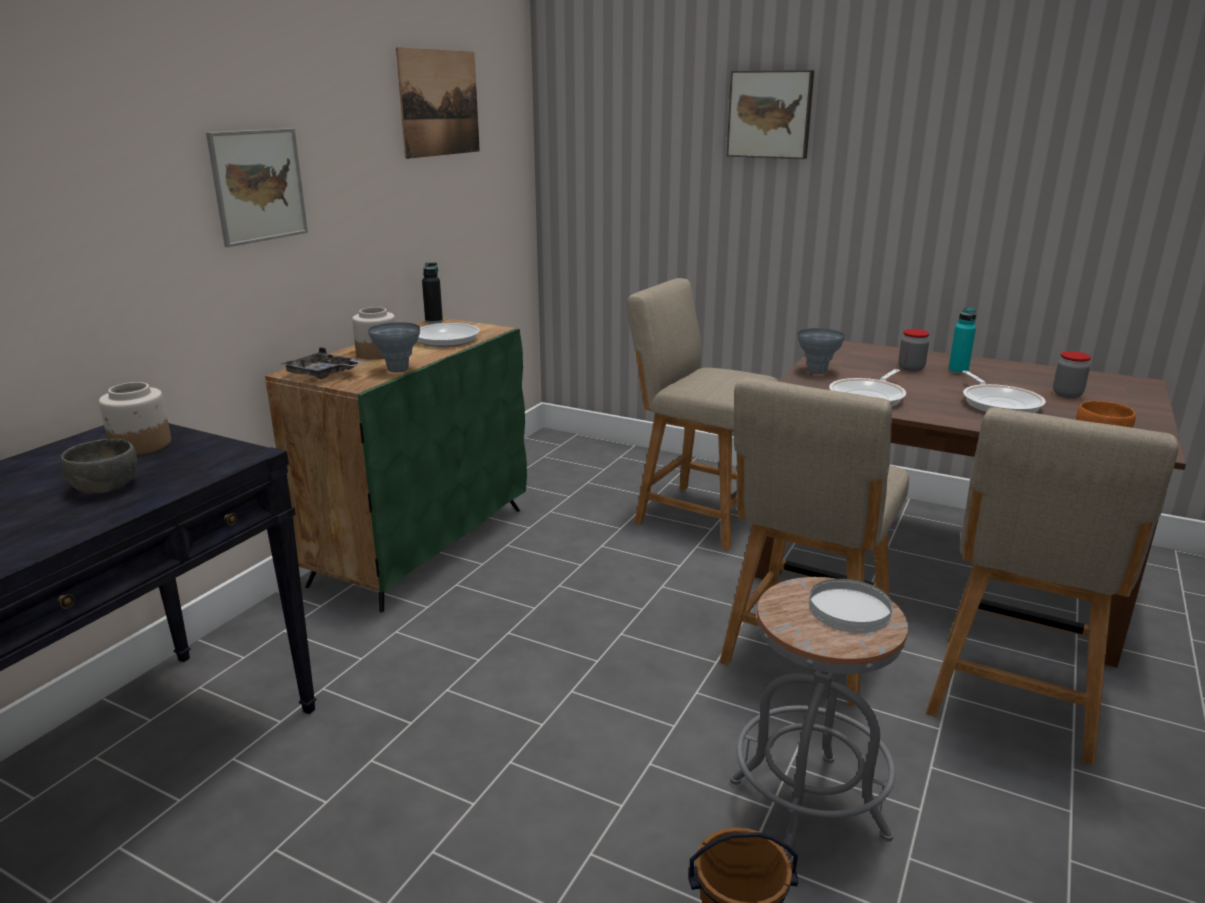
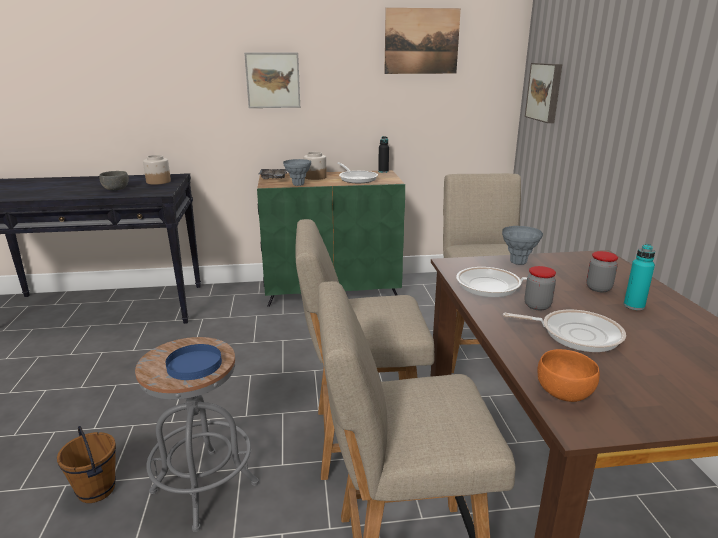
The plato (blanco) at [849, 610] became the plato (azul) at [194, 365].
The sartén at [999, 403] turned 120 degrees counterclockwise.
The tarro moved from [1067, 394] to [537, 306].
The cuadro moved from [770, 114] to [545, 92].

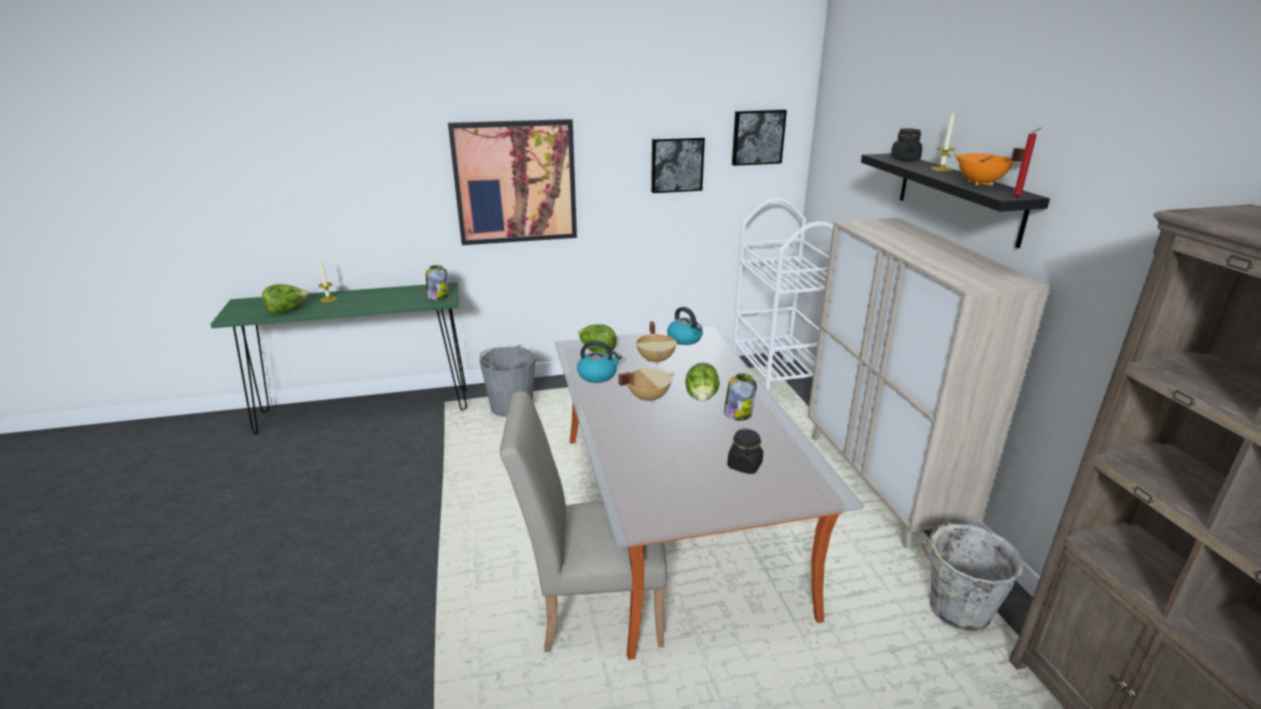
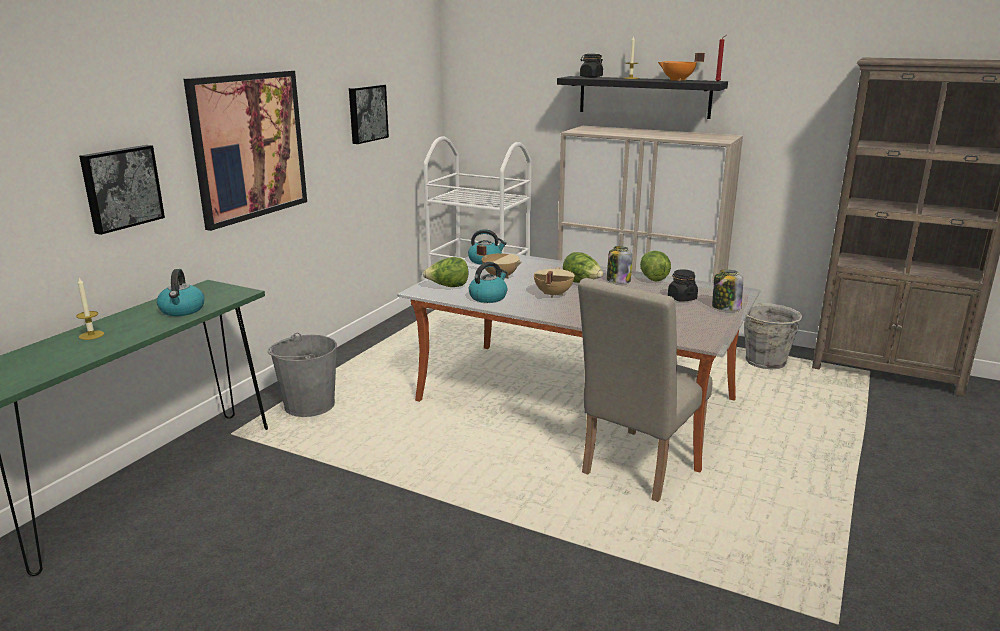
The cuadro moved from [757, 137] to [121, 188].
The hervidor at [182, 310] appeared.
The lechuga moved from [287, 310] to [653, 278].
The tarro moved from [438, 296] to [725, 307].

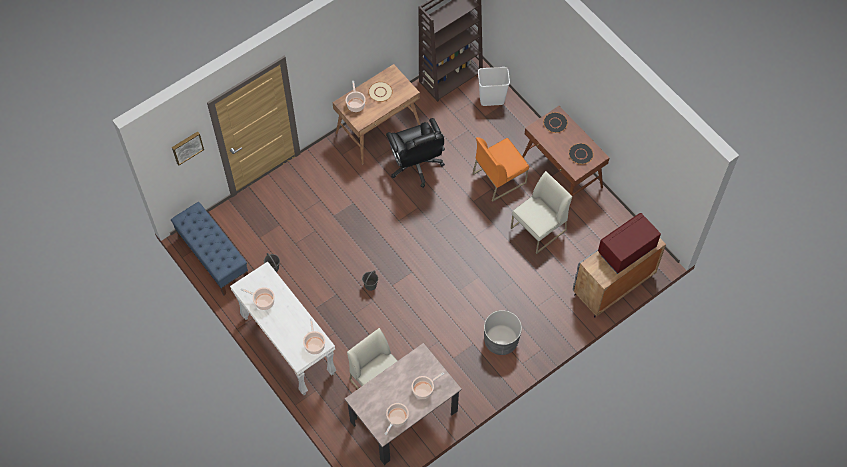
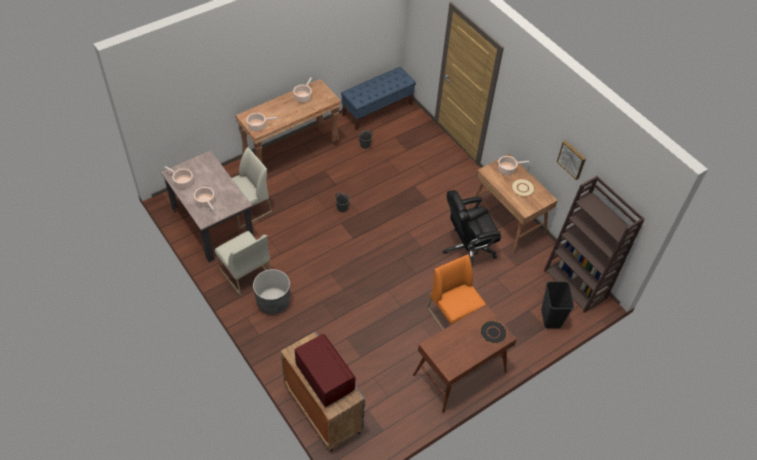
The silla (blanco) moved from [538, 229] to [245, 273].
The mesa consola (blanco) at [287, 346] became the mesa consola (marrón) at [291, 152].
The papelera (blanco) at [492, 99] became the papelera (negro) at [551, 318].
The cuadro moved from [187, 147] to [572, 159].
The plato (negro) at [580, 154] disappeared.

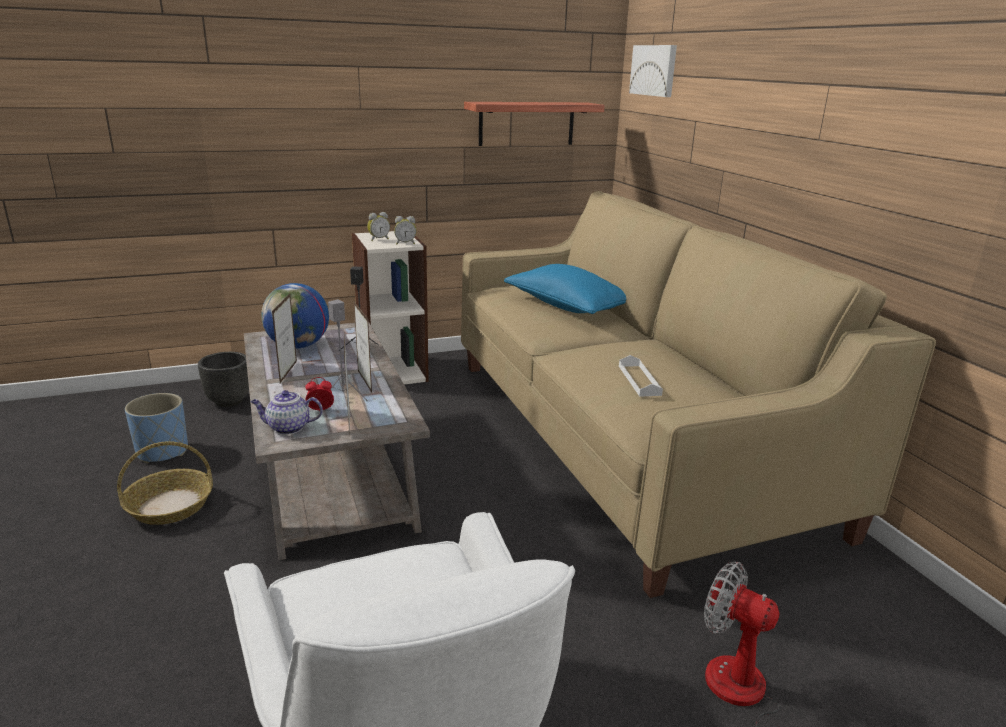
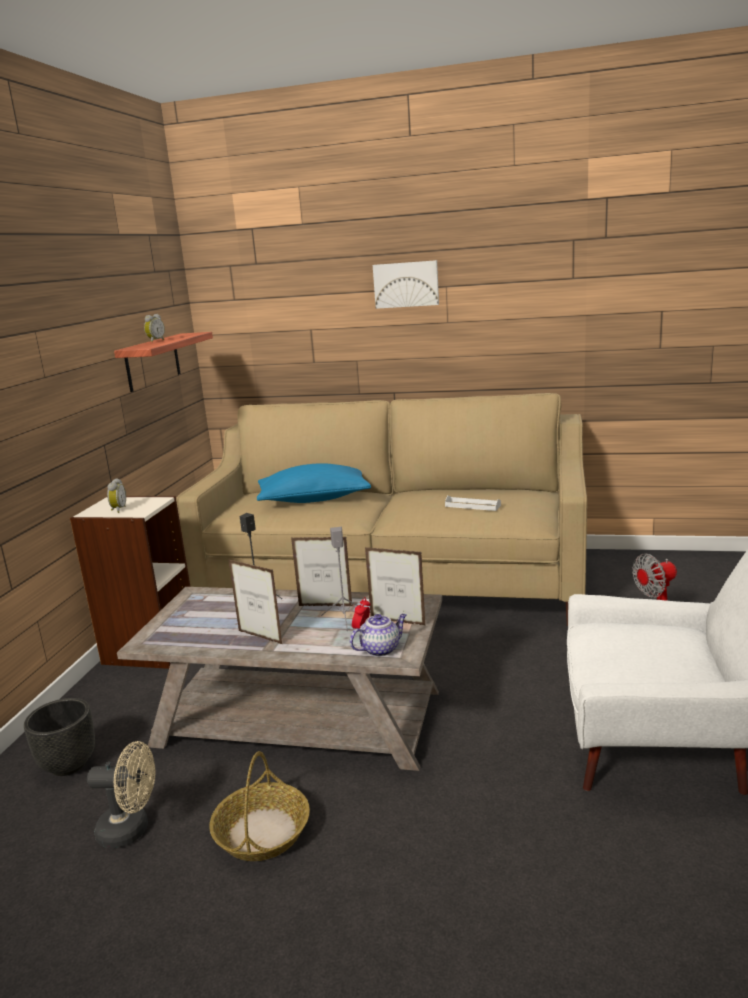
The maceta (azul) at [162, 451] was replaced by the ventilador (beis) at [131, 830].
The despertador moved from [405, 243] to [155, 341].
The tetera at [288, 428] turned 150 degrees counterclockwise.
The cuadro moved from [654, 70] to [406, 284].
The globo terráqueo at [298, 346] disappeared.

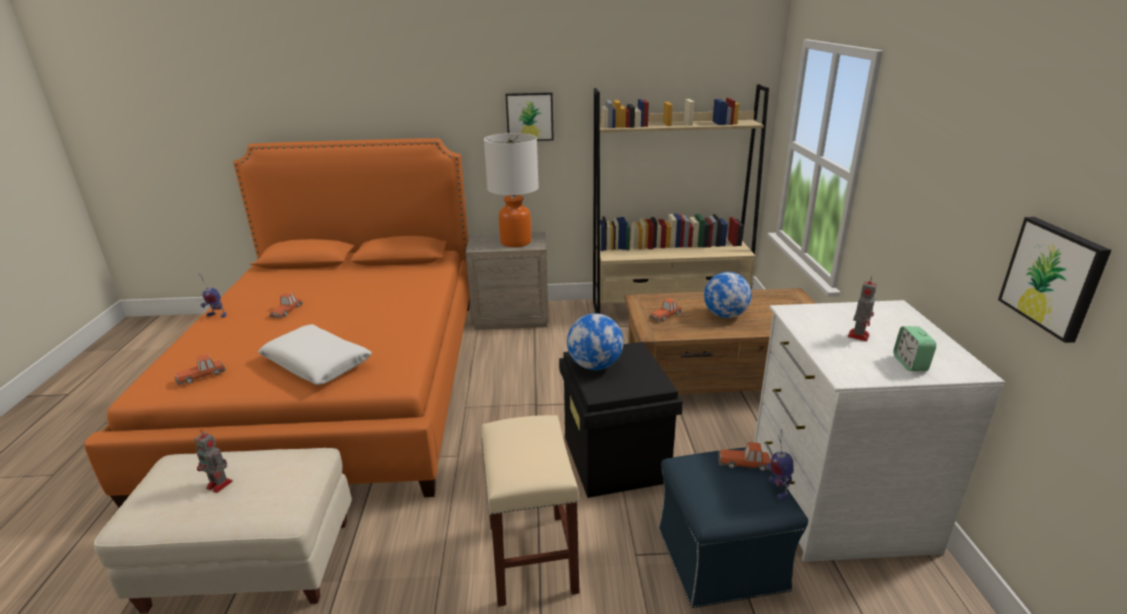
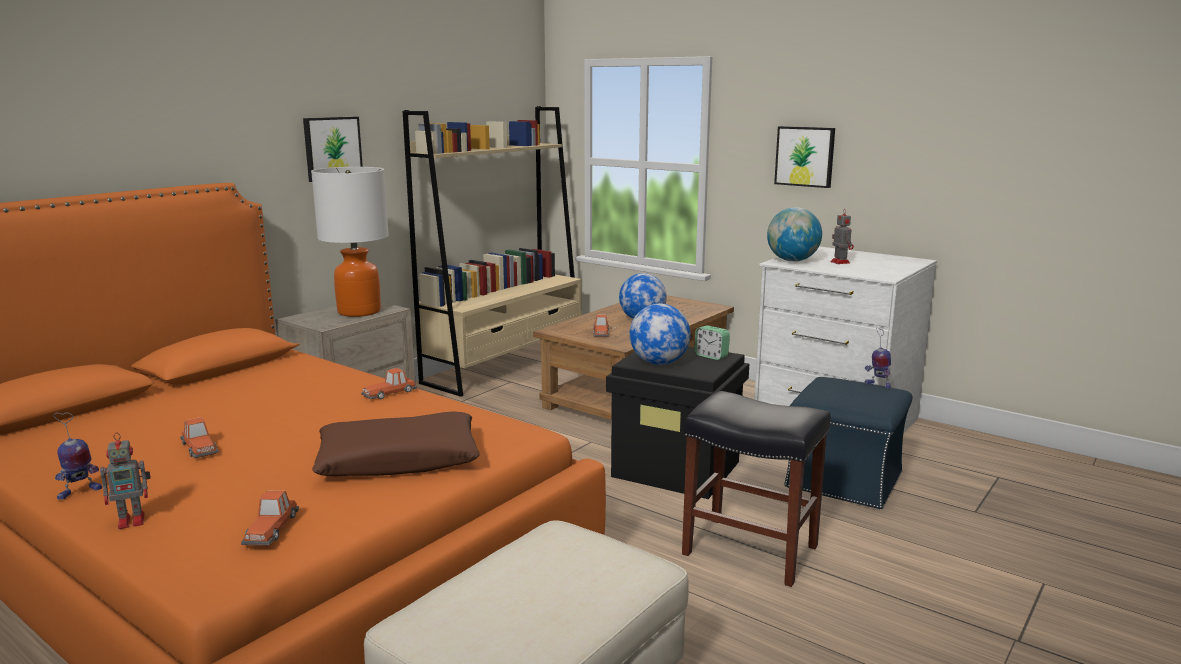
The robot de juguete moved from [220, 485] to [133, 520].
The cojín (blanco) at [317, 363] became the cojín (marrón) at [398, 460].
The coche de juguete moved from [744, 463] to [389, 393].
The taburete (beis) at [533, 558] became the taburete (negro) at [752, 550].
The despertador moved from [910, 363] to [711, 356].
The globo terráqueo at [792, 261] appeared.
The cuadro moved from [1054, 277] to [805, 156].

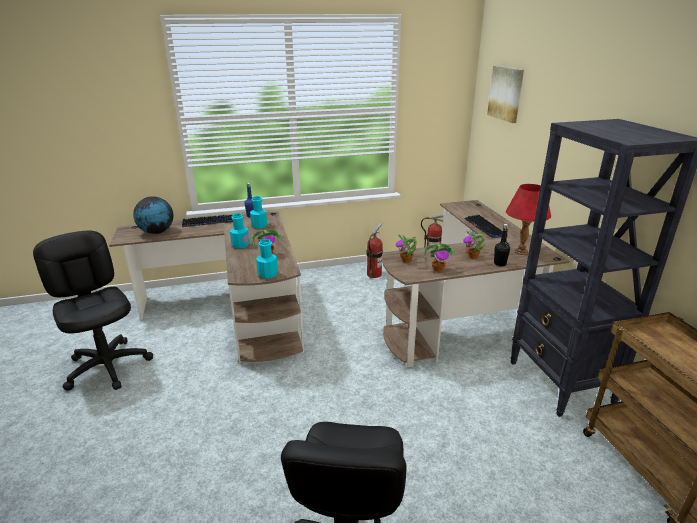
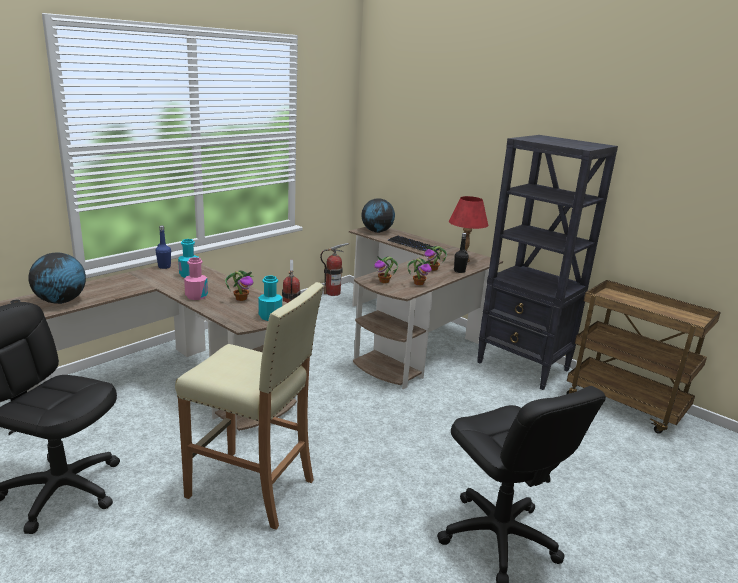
The taburete (beis) at [252, 489] appeared.
The botella (turquesa) at [240, 245] became the botella (rosa) at [196, 296].
The globo terráqueo at [377, 231] appeared.
The teclado at [209, 221] disappeared.
The cuadro at [506, 93] disappeared.

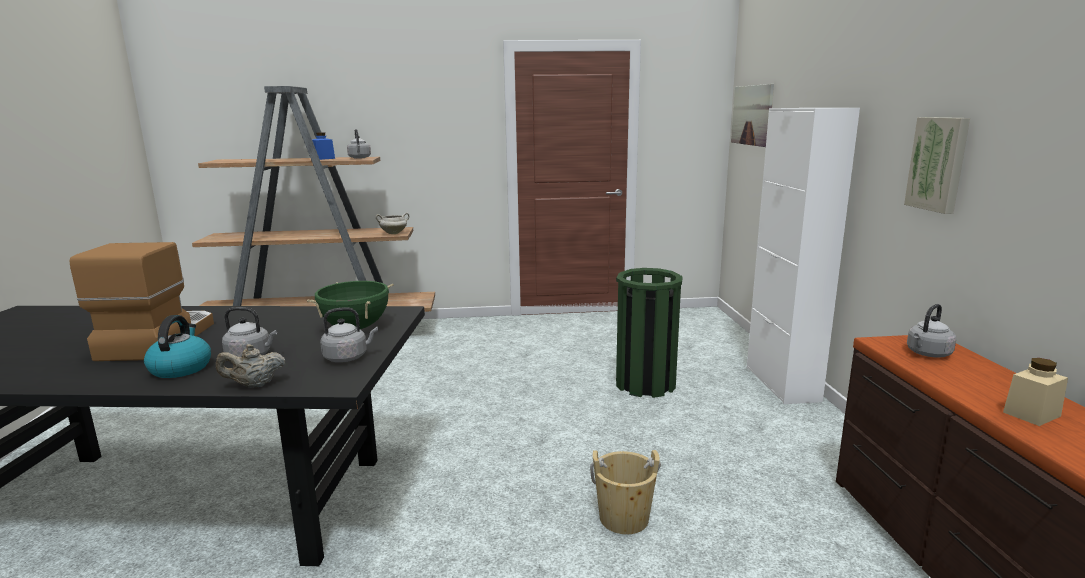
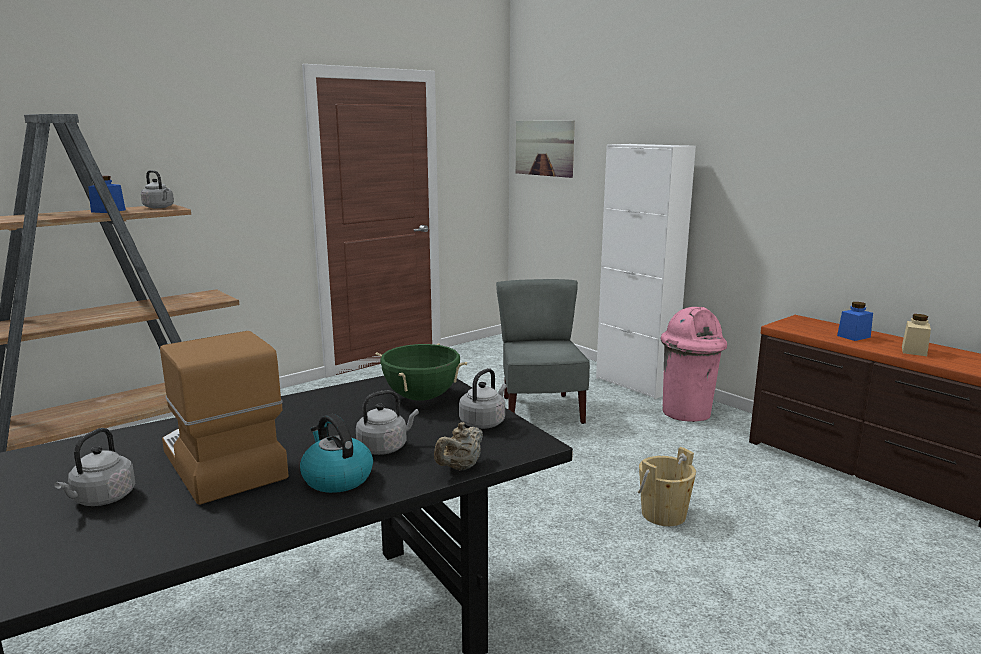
The hervidor (gris) moved from [927, 354] to [102, 499].
The papelera (verde) at [645, 384] was replaced by the silla (gris) at [540, 410].
The papelera (rosa) at [687, 413] appeared.
The tarro (azul) at [853, 336] appeared.
The olla (blanco) at [394, 233] disappeared.
The cuadro at [939, 164] disappeared.

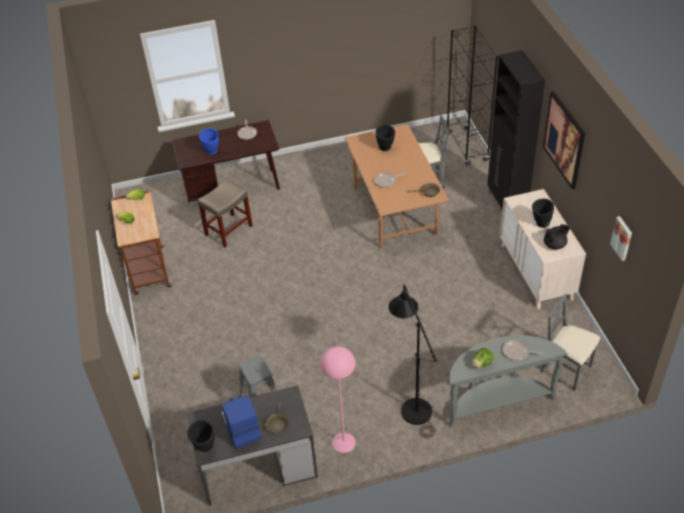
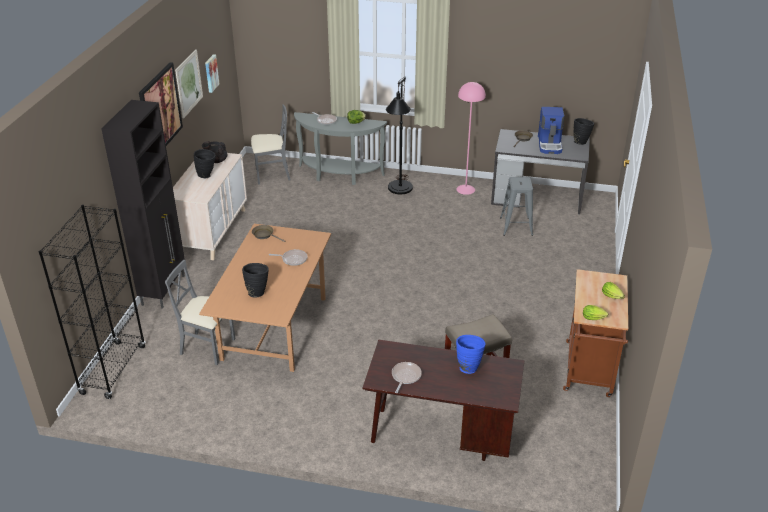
The cuadro at [189, 83] appeared.
The silla (gris) at [566, 369] turned 75 degrees counterclockwise.

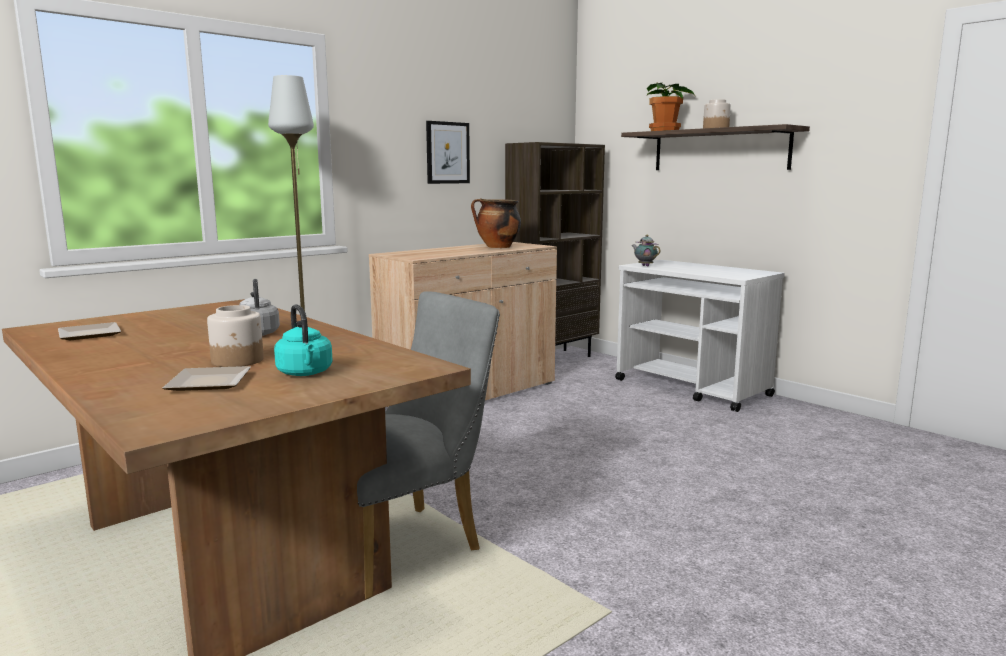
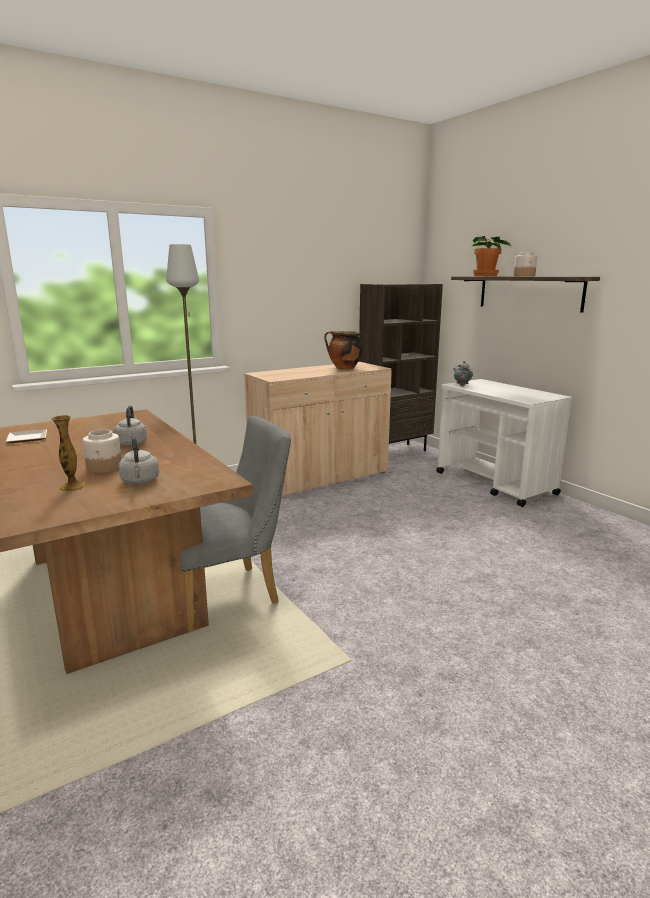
The plato at [206, 383] was replaced by the florero at [73, 486].
The hervidor (turquesa) at [305, 373] became the hervidor (gris) at [140, 481].
The cuadro at [447, 153] disappeared.

